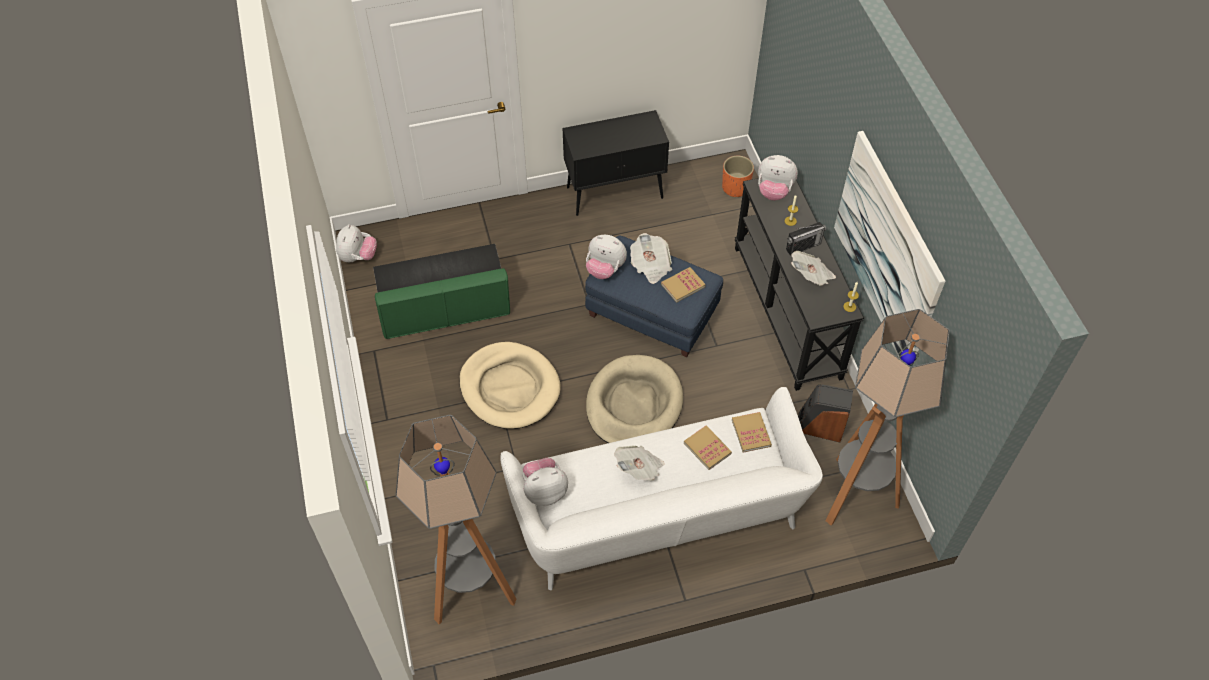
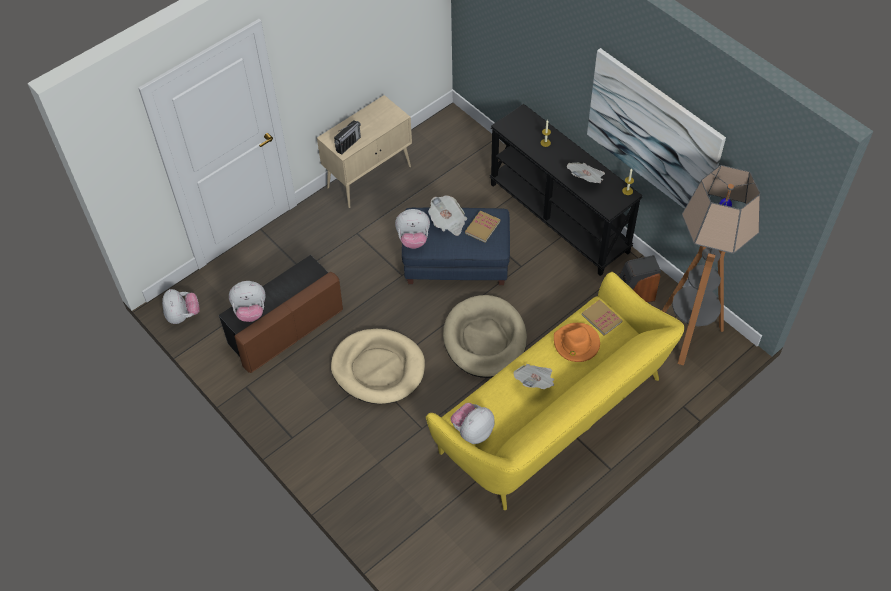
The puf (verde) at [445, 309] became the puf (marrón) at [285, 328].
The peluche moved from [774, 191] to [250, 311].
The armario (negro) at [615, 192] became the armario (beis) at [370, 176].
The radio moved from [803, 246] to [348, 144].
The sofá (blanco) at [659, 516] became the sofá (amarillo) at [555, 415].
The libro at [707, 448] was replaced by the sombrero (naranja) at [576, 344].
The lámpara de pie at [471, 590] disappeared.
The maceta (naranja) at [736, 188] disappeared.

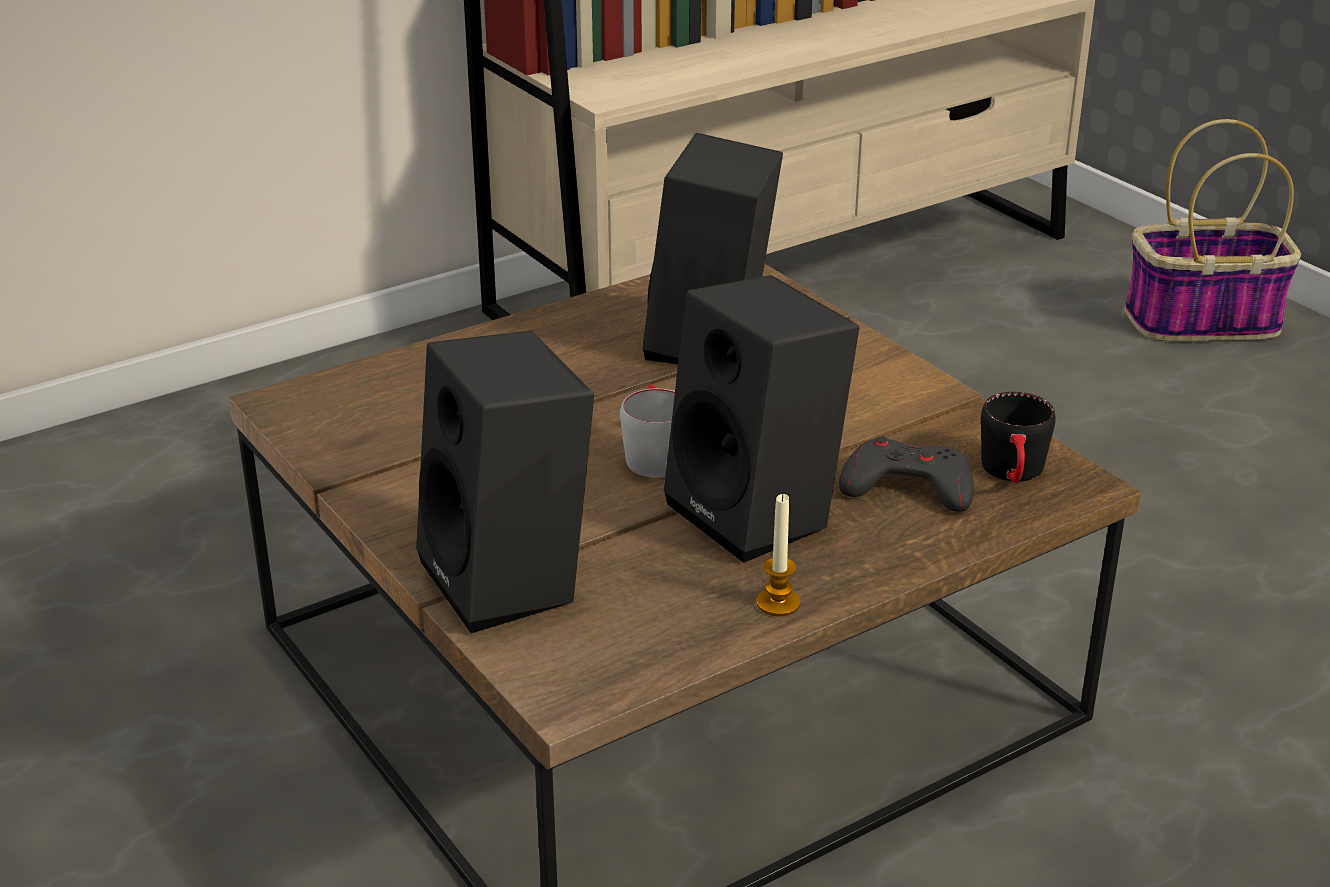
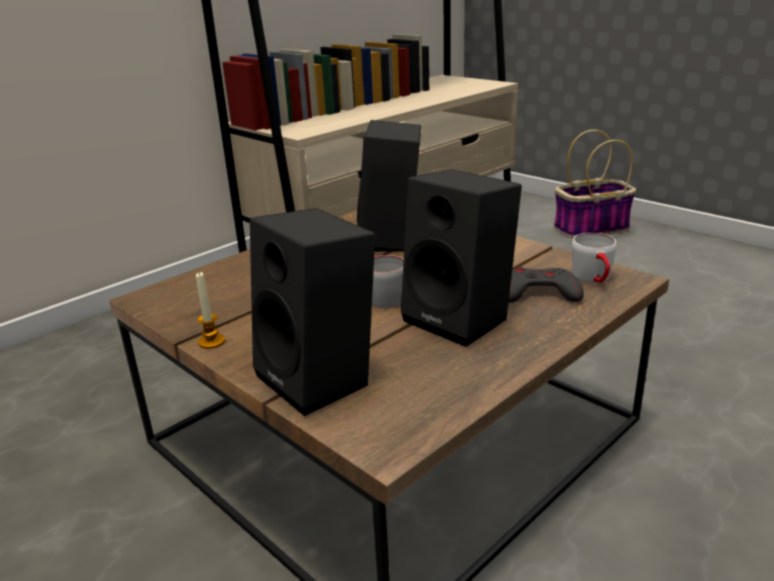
The vela moved from [778, 603] to [211, 342].
The taza grande (negro) at [1014, 474] became the taza grande (blanco) at [594, 279].

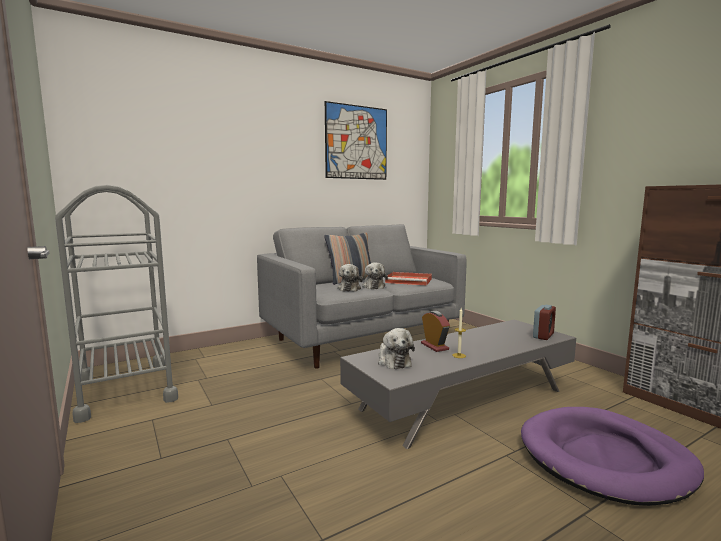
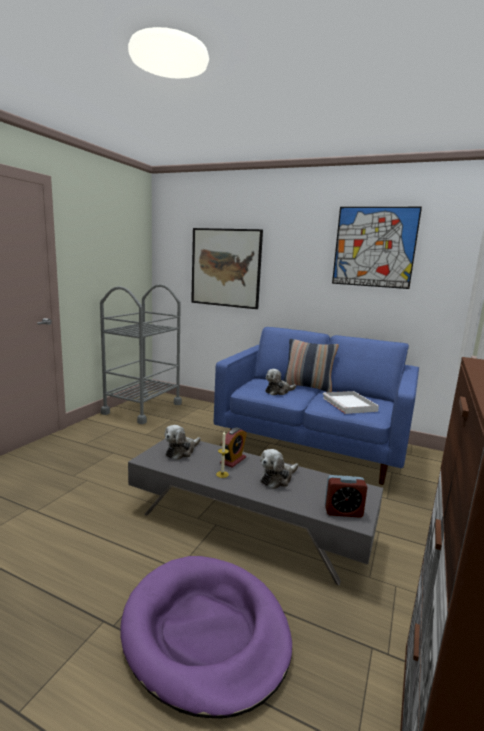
The cuadro at [226, 268] appeared.
The sofá (gris) at [363, 339] became the sofá (azul) at [312, 446].
The peluche moved from [373, 286] to [277, 479].
The bandeja (rojo) at [409, 281] became the bandeja (blanco) at [350, 405].

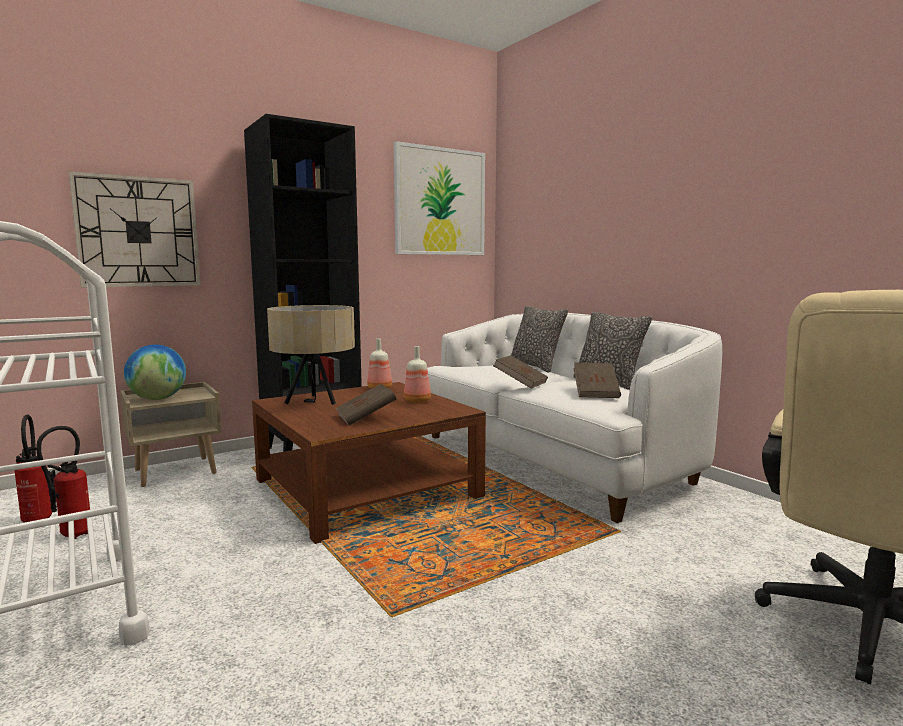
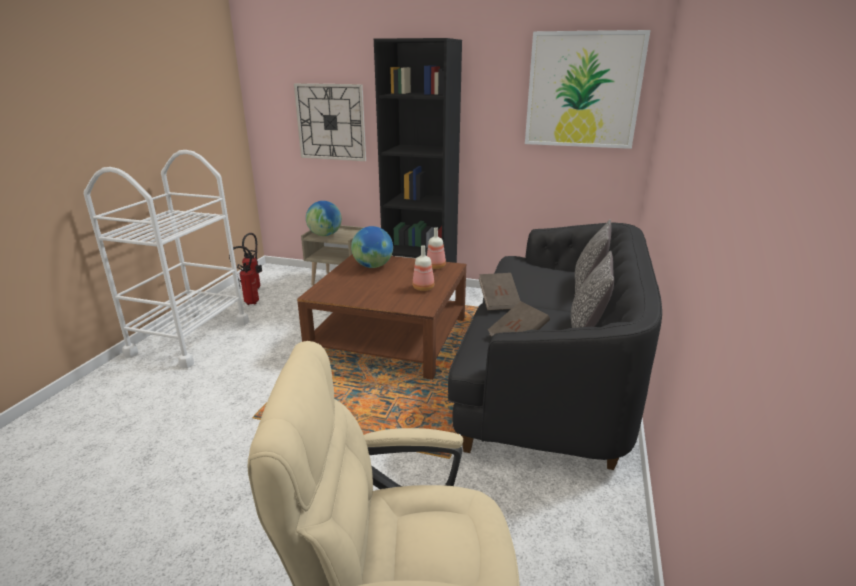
The lámpara de mesa (beis) at [314, 402] was replaced by the globo terráqueo at [372, 266].
The sofá (blanco) at [553, 460] became the sofá (negro) at [549, 378].
The libro (marrón) at [366, 418] disappeared.

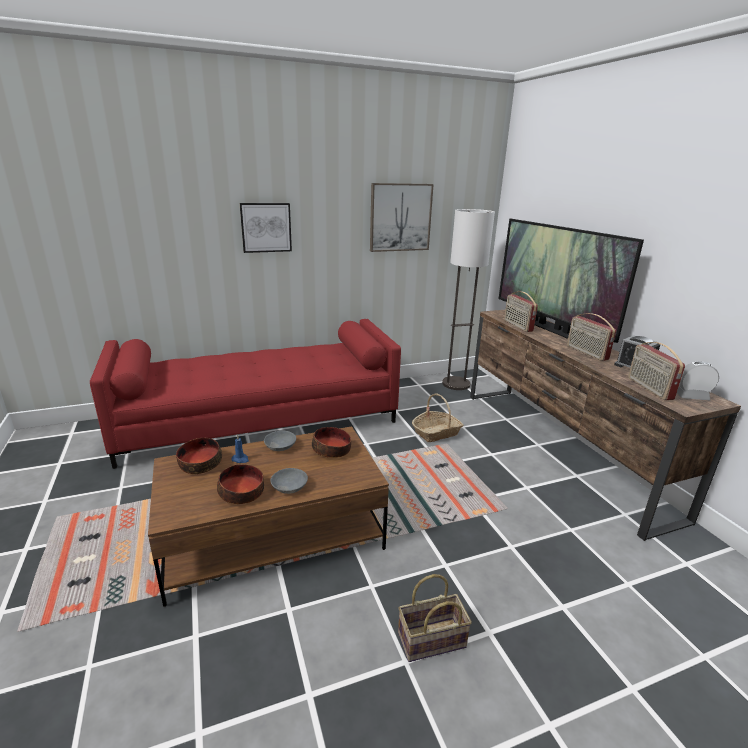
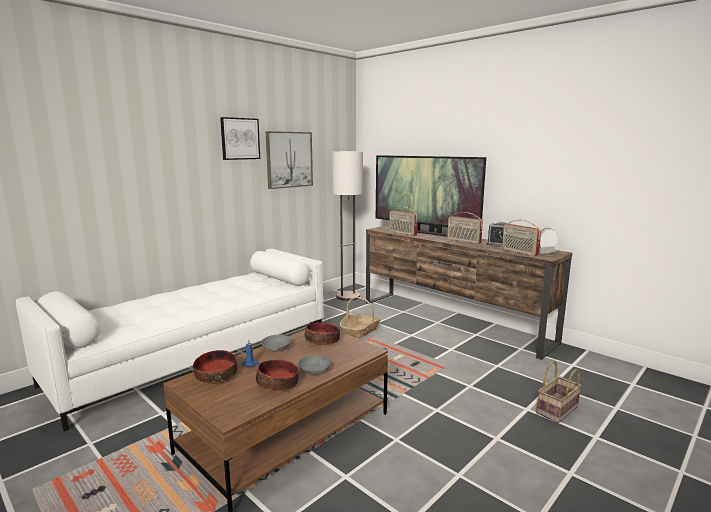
The sofá (rojo) at [261, 419] became the sofá (blanco) at [197, 354].
The cuadro moved from [266, 227] to [240, 138].
The cesta moved from [430, 641] to [557, 411].

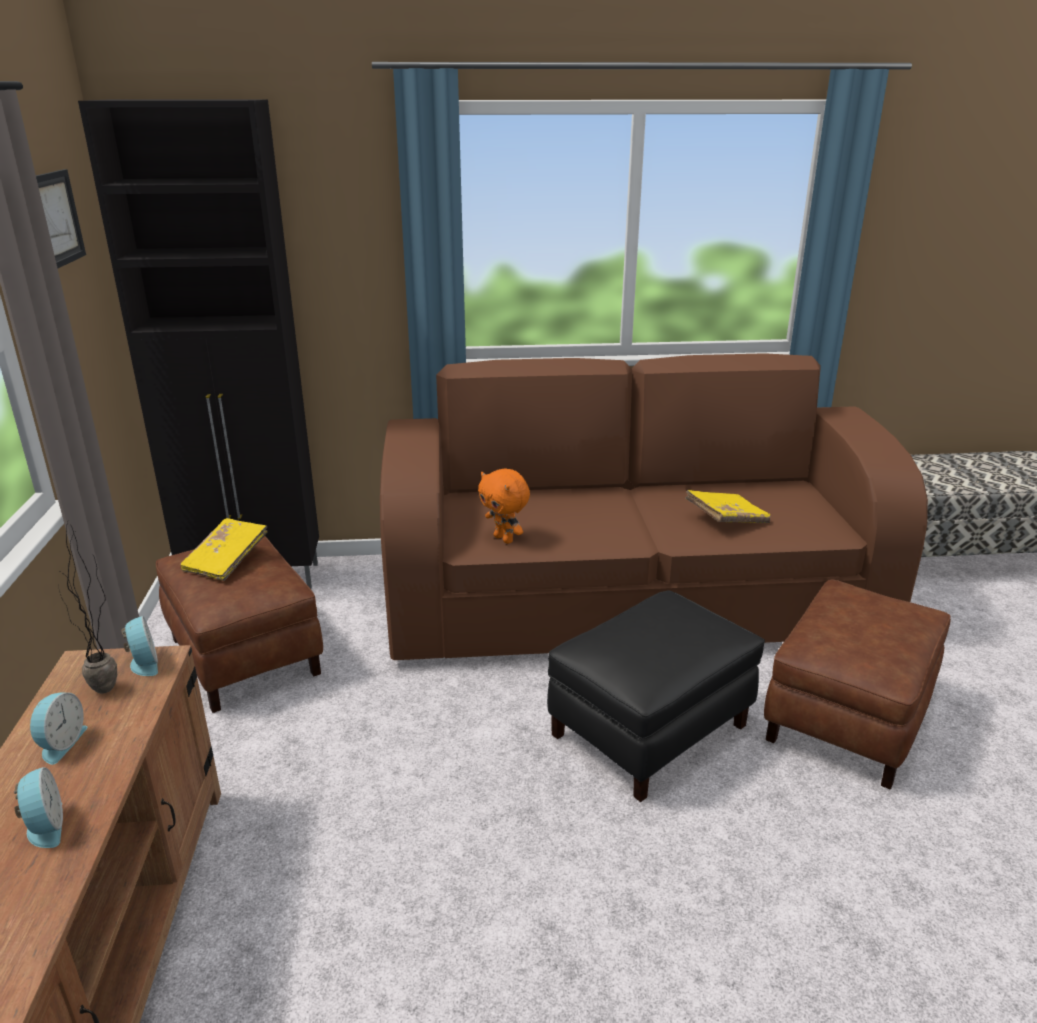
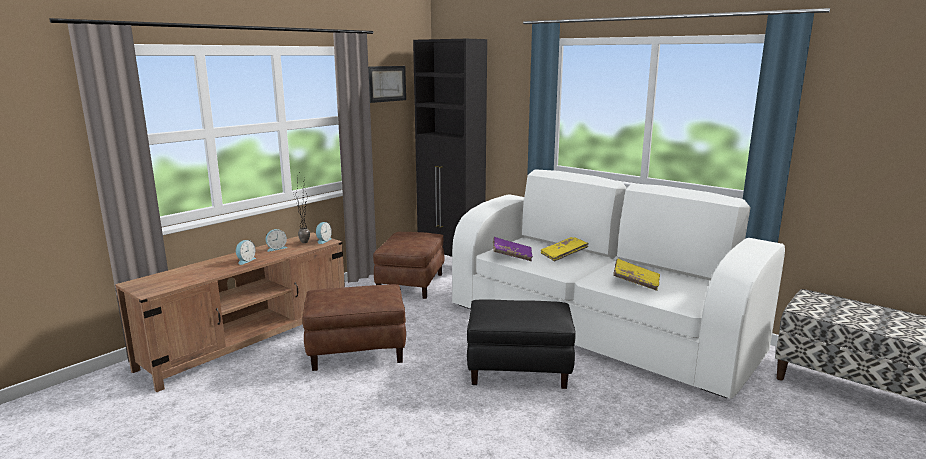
The puf (marrón) moved from [847, 718] to [357, 350].
The sofá (marrón) at [633, 605] became the sofá (blanco) at [596, 329].
The peluche (naranja) at [504, 539] was replaced by the libro (morado) at [512, 256].
The libro (amarillo) moved from [227, 561] to [563, 256].

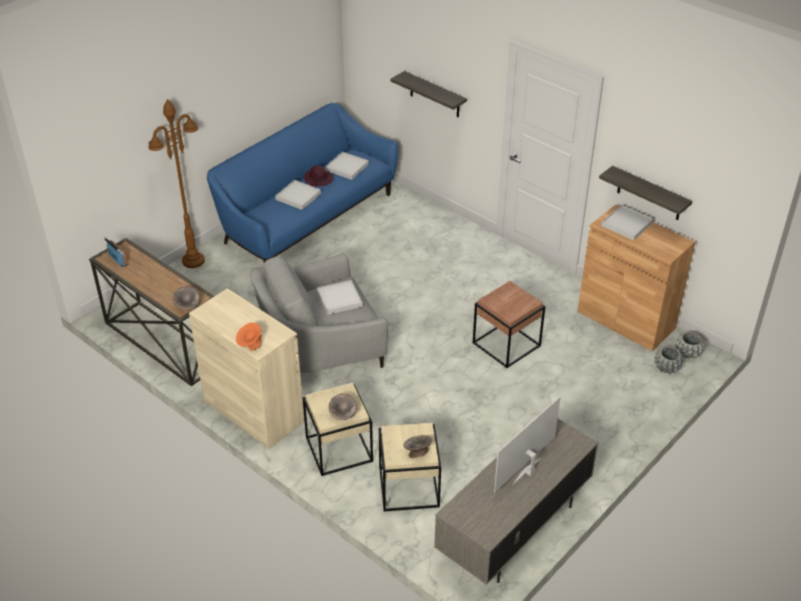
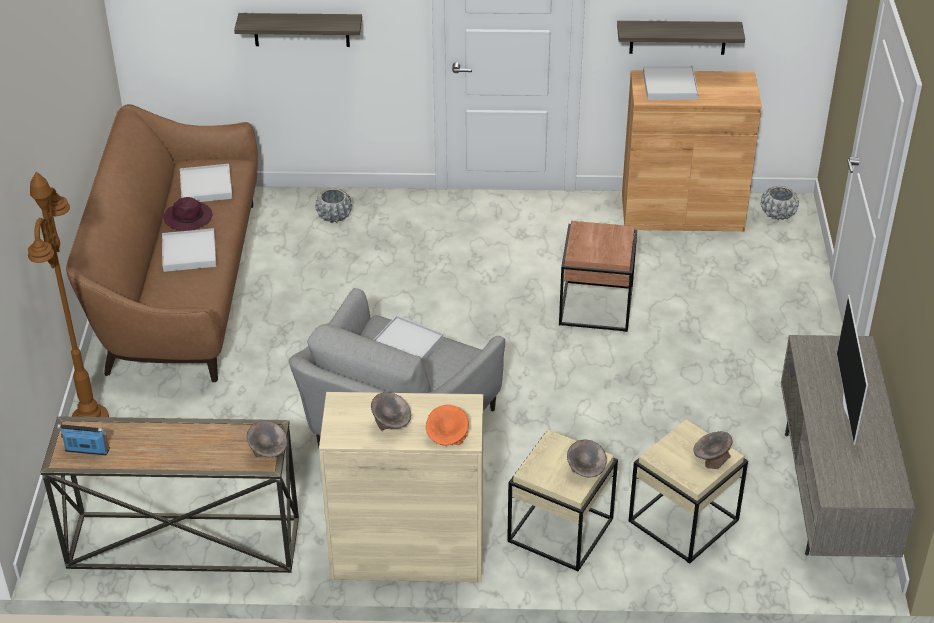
The sofá (azul) at [306, 218] became the sofá (marrón) at [179, 287].
The maceta (gris) moved from [667, 367] to [334, 216].
The cuenco (gris) at [391, 424] appeared.

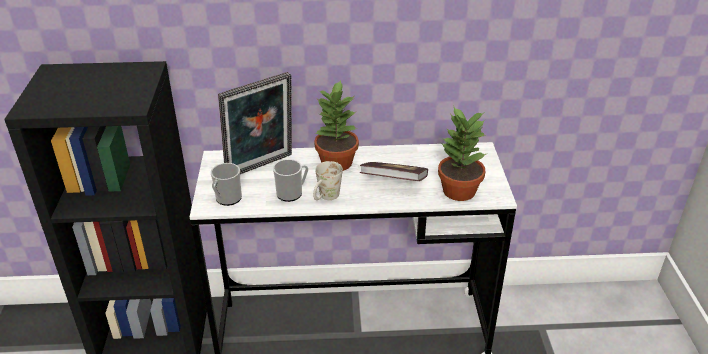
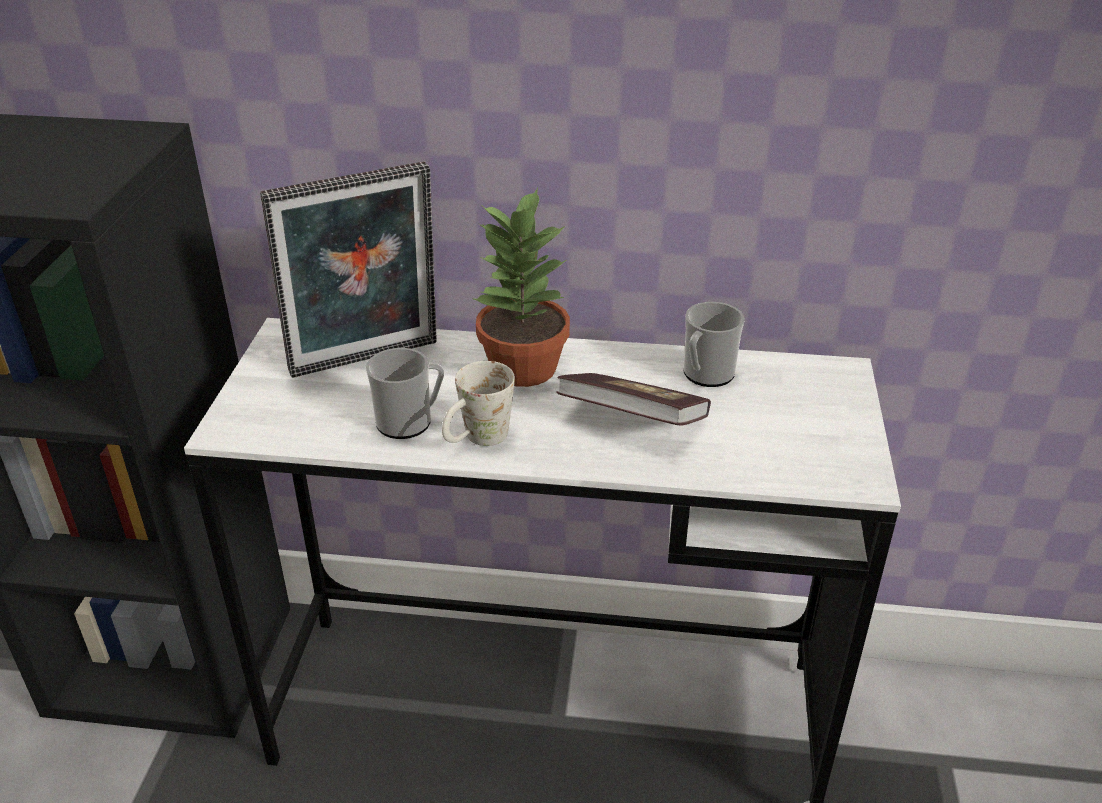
The taza grande moved from [227, 199] to [705, 375].
The planta en maceta at [458, 190] disappeared.

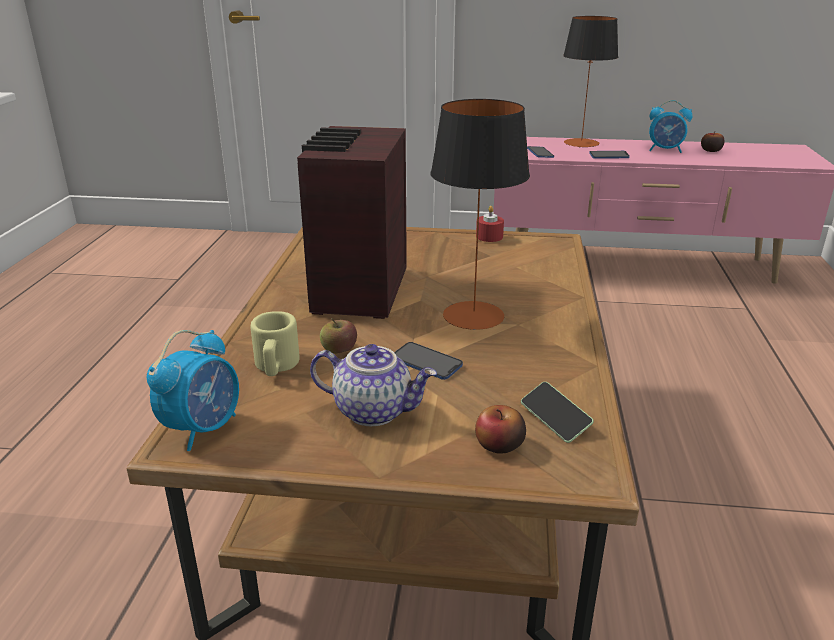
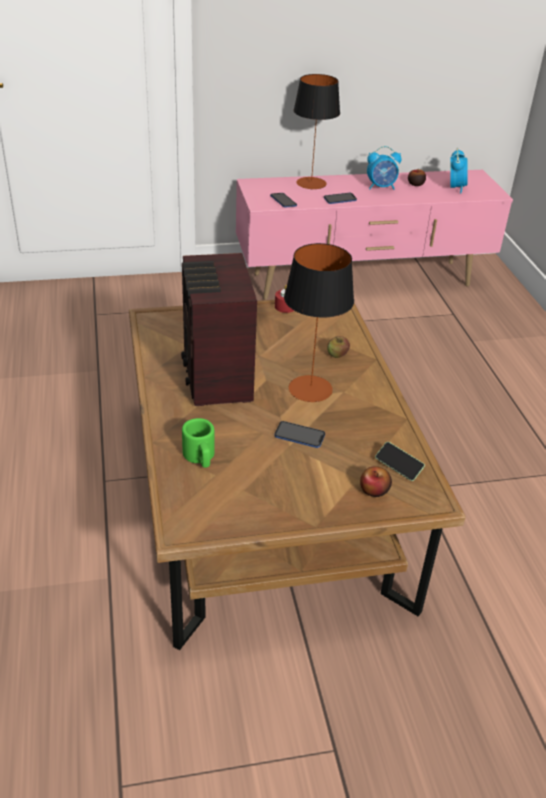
The taza grande (beis) at [276, 366] became the taza grande (verde) at [200, 457].
The manzana moved from [339, 350] to [337, 355].
The despertador moved from [203, 428] to [455, 187].
The tetera at [374, 410] disappeared.

